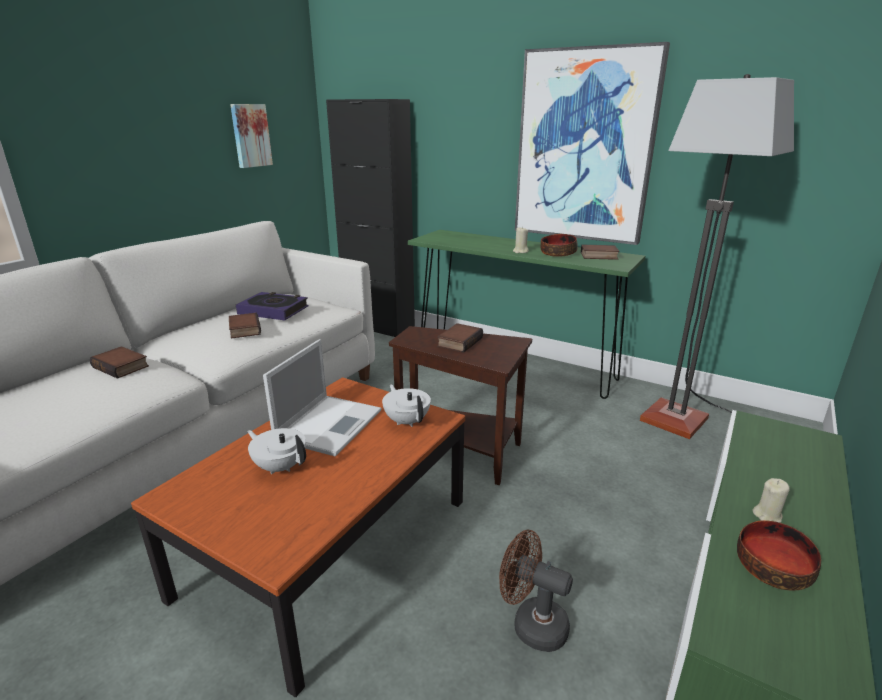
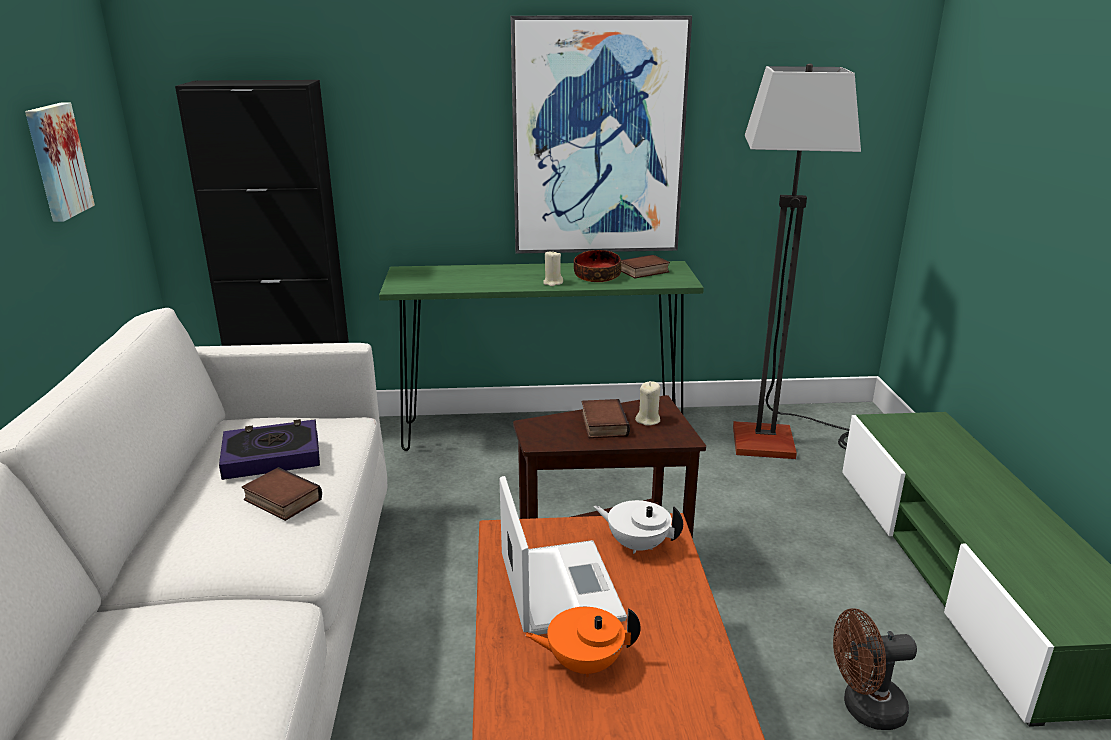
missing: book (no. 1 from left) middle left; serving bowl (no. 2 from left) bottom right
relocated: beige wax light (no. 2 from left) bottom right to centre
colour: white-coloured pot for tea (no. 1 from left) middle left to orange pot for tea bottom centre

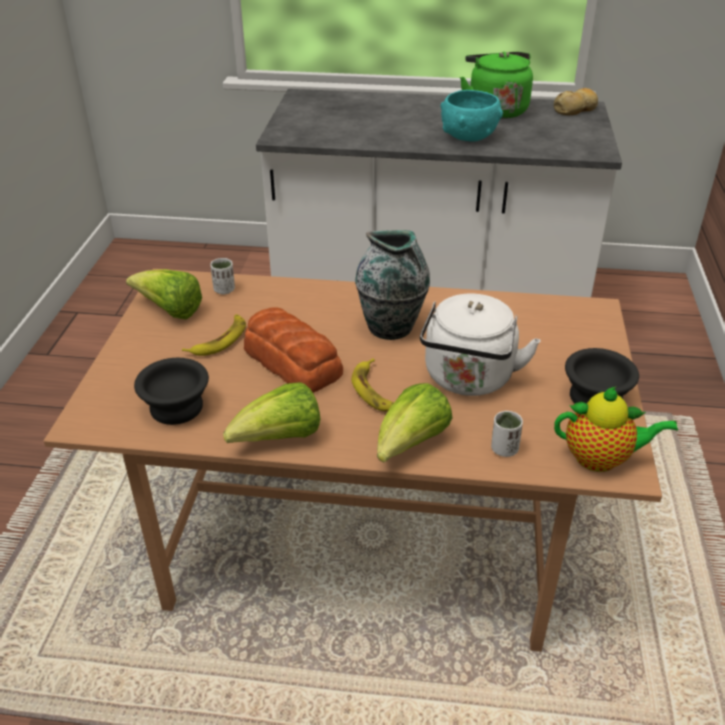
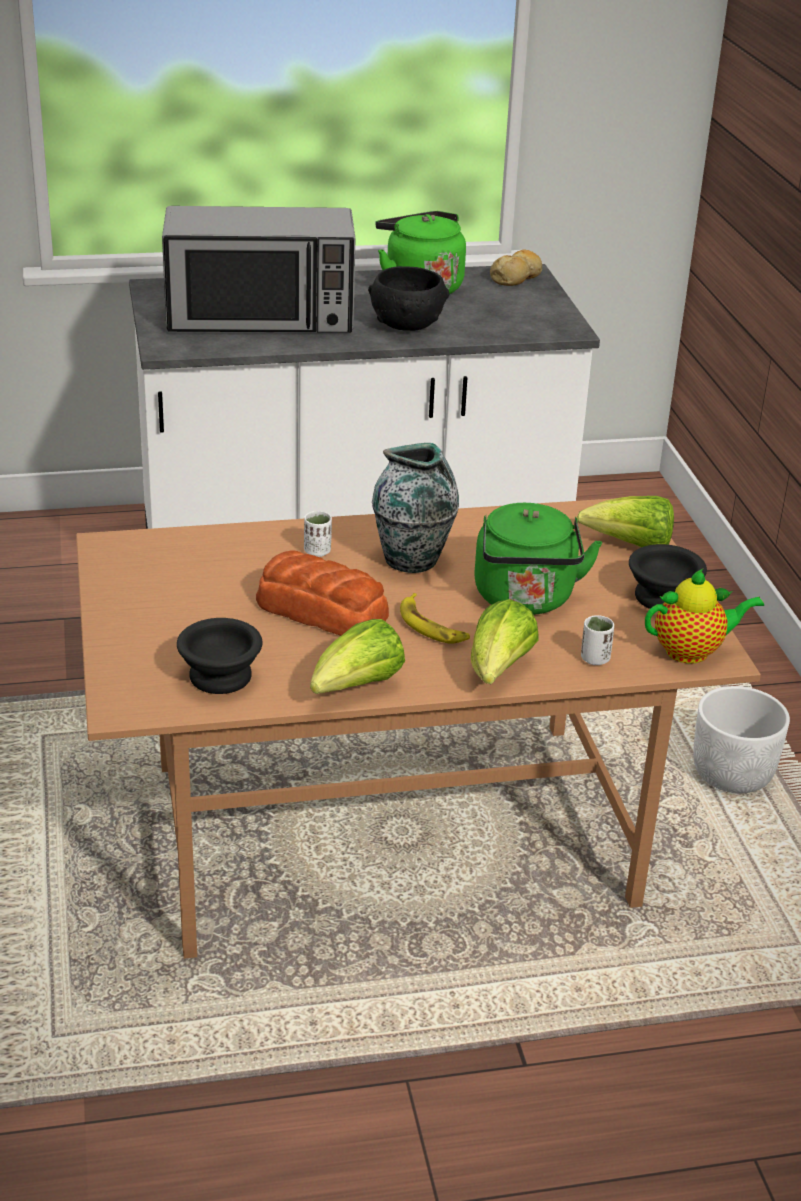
missing: banana fruit (no. 1 from left) middle left
appeared: microwave top left; white-coloured planter middle right
relocated: white-coloured drinking cup (no. 1 from left) middle left to centre; head of lettuce (no. 1 from left in the first image) middle left to head of lettuce (no. 3 from left) middle right
colour: blue-green serving bowl top centre to blackish serving bowl (no. 2 from left) top centre; white-coloured tea kettle centre to green-coloured tea kettle (no. 2 from left) middle right

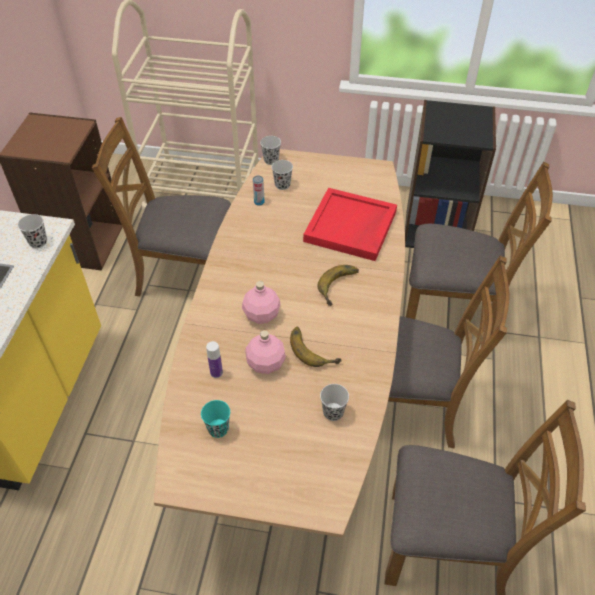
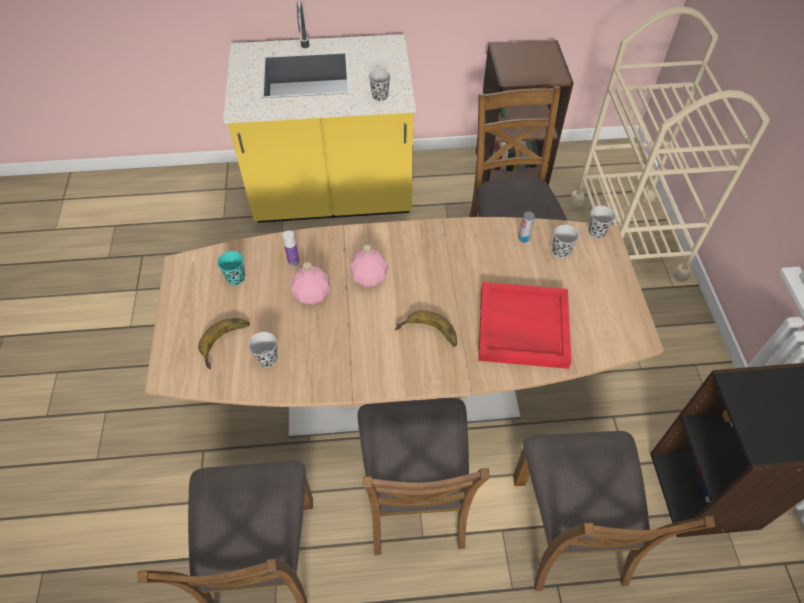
relocated: banana fruit (no. 1 from left) centre to middle left

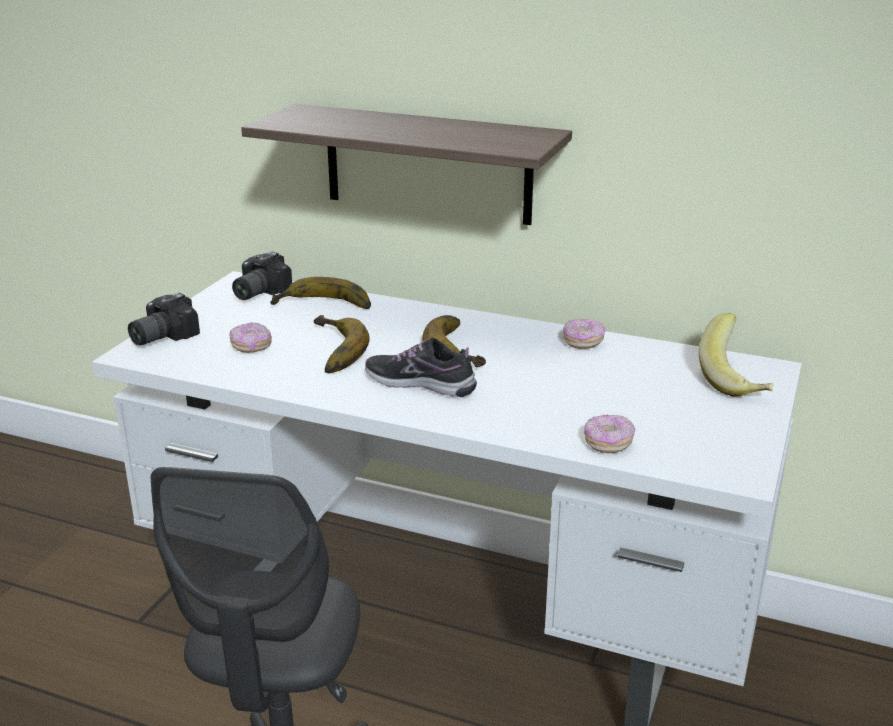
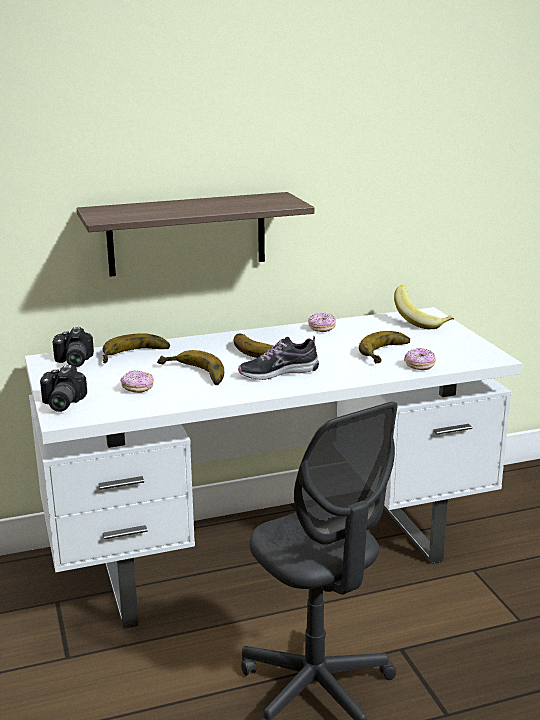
appeared: banana fruit (no. 4 from left) middle right

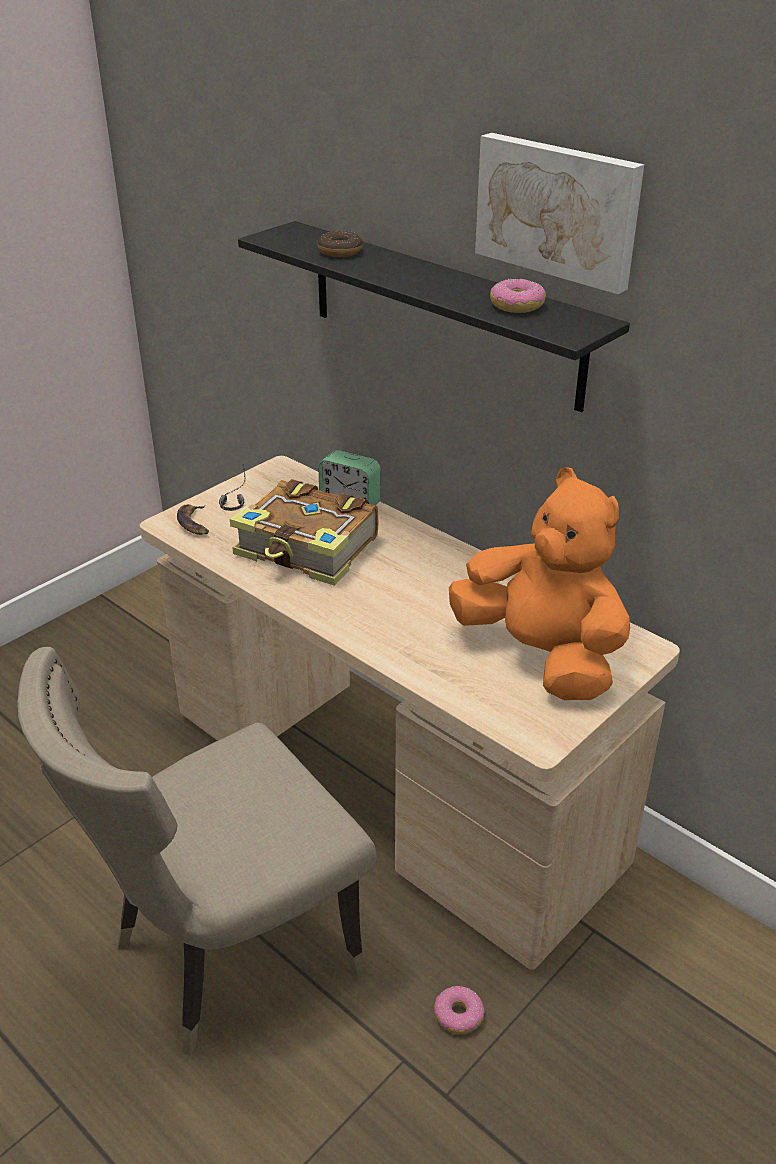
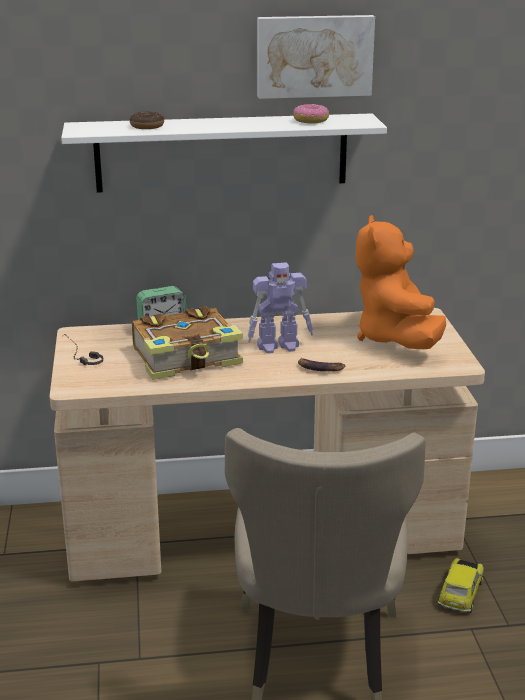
appeared: robot figure centre
relocated: banana fruit middle left to centre
exchanged: donut (no. 2 from left) bottom centre to model car bottom right
colour: blackish shelf top centre to white-coloured shelf top centre
spun: orange cuddly toy middle right = middle right 90 degrees counterclockwise

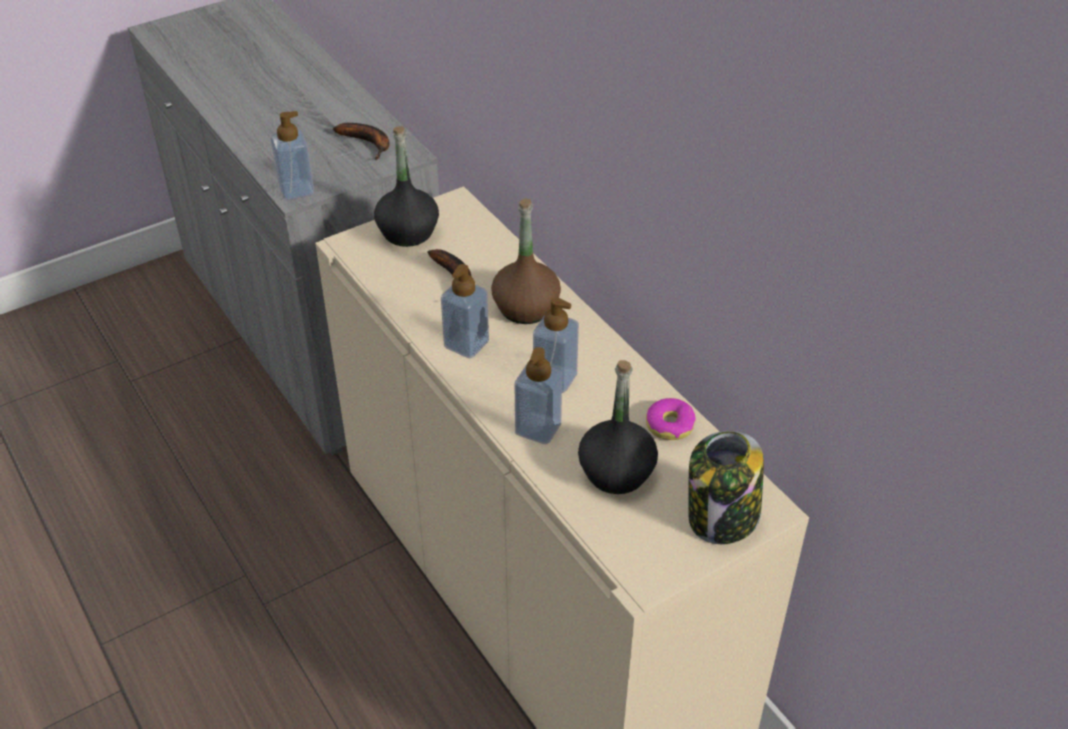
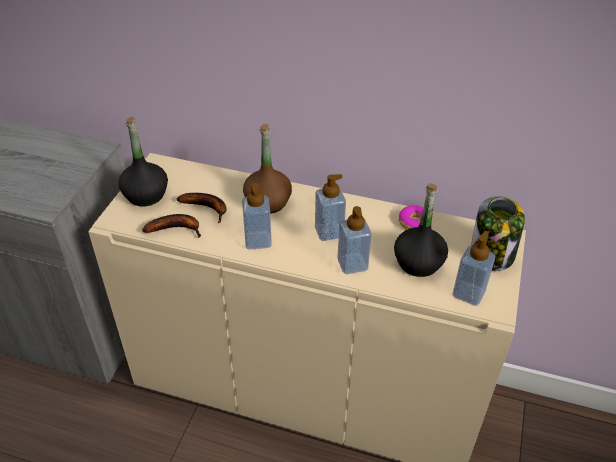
relocated: banana fruit (no. 1 from left) top centre to middle left; soap bottle (no. 1 from left in the first image) top left to soap bottle (no. 4 from left) middle right

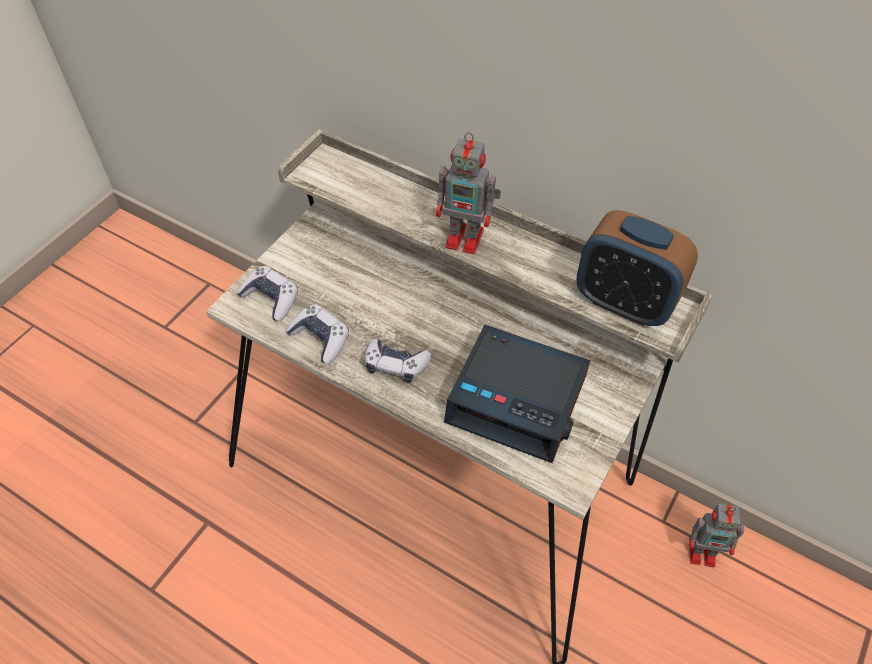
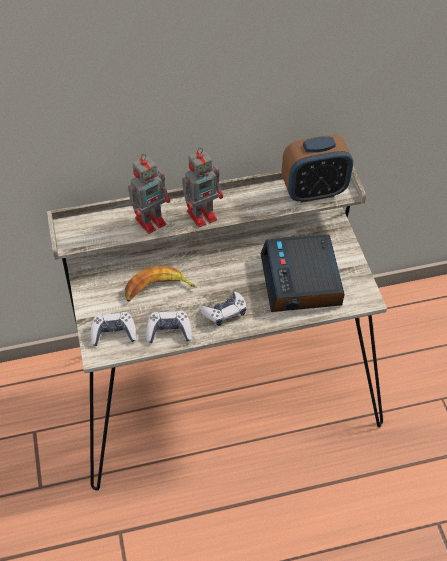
appeared: banana fruit centre
relocated: robot figure (no. 2 from left in the first image) bottom right to robot figure (no. 1 from left) centre
spun: alarm clock (no. 1 from left) centre = middle right 105 degrees clockwise

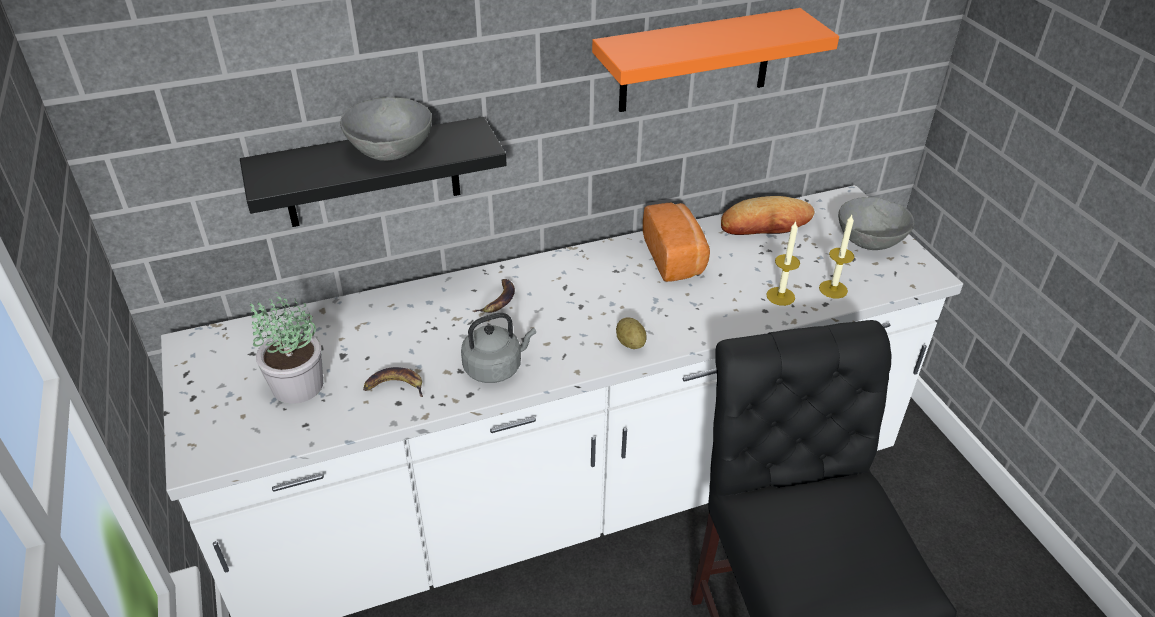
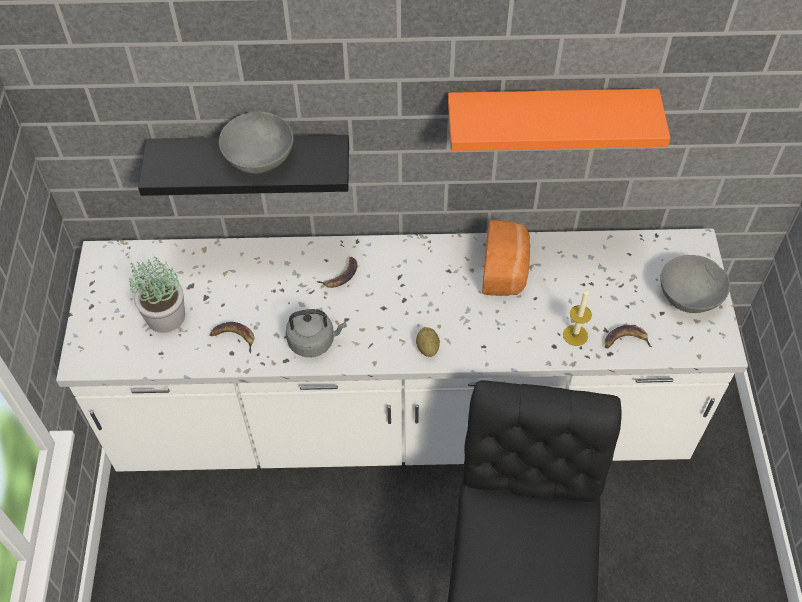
missing: bakery bread (no. 2 from left) centre
exchanged: wax light (no. 2 from left) middle right to banana fruit (no. 3 from left) middle right

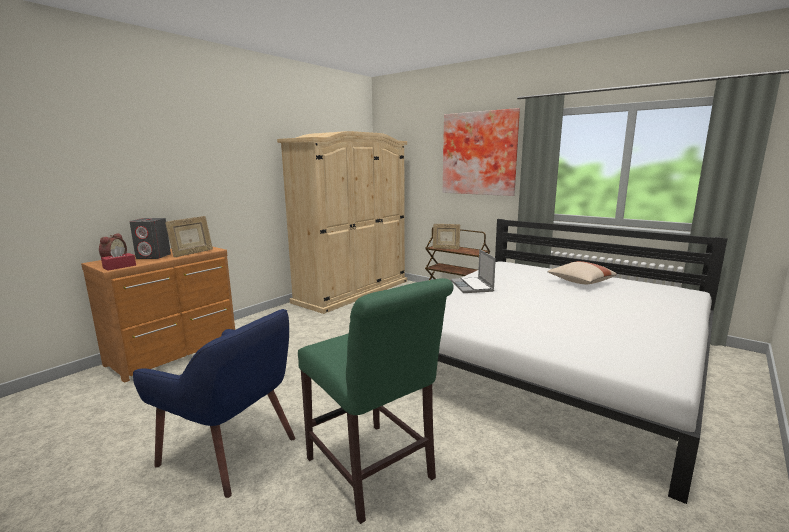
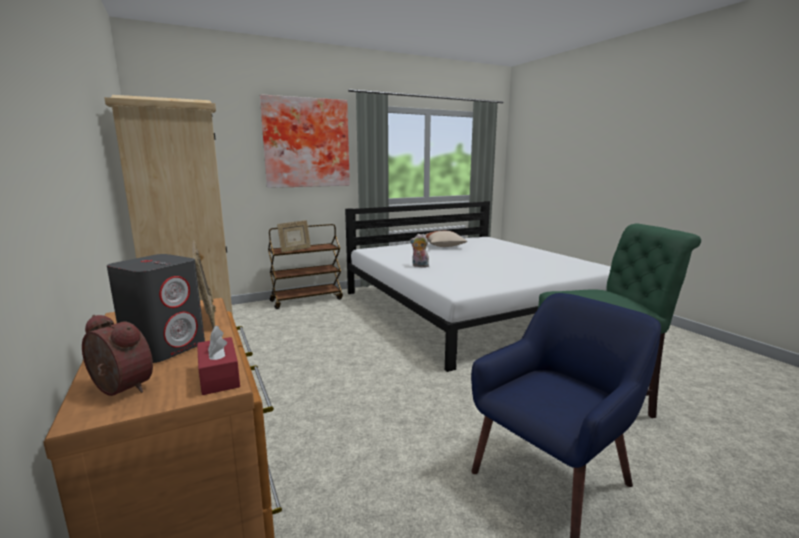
exchanged: notebook computer centre to cuddly toy centre

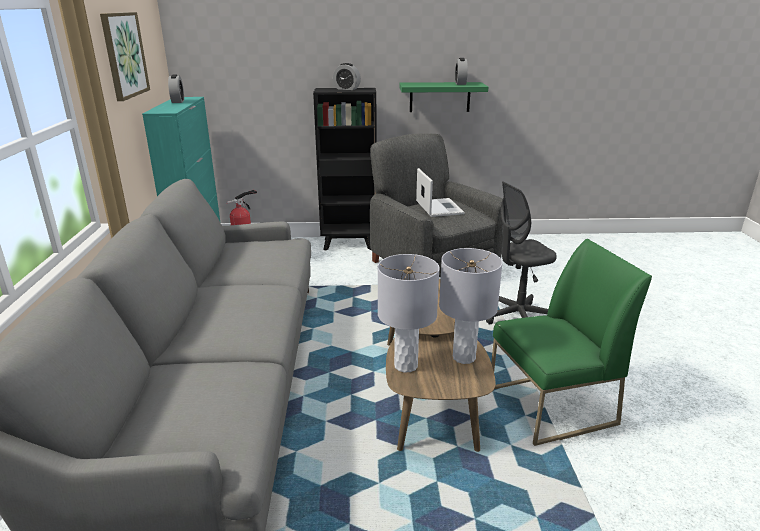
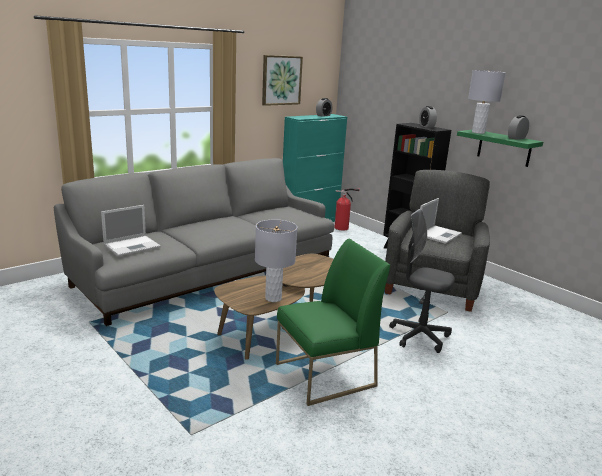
appeared: notebook computer (no. 1 from left) middle left
relocated: gray lamp for a table (no. 1 from left in the first image) centre to gray lamp for a table (no. 2 from left) top right
spun: green-coloured plain chair middle right = bottom centre 60 degrees counterclockwise

